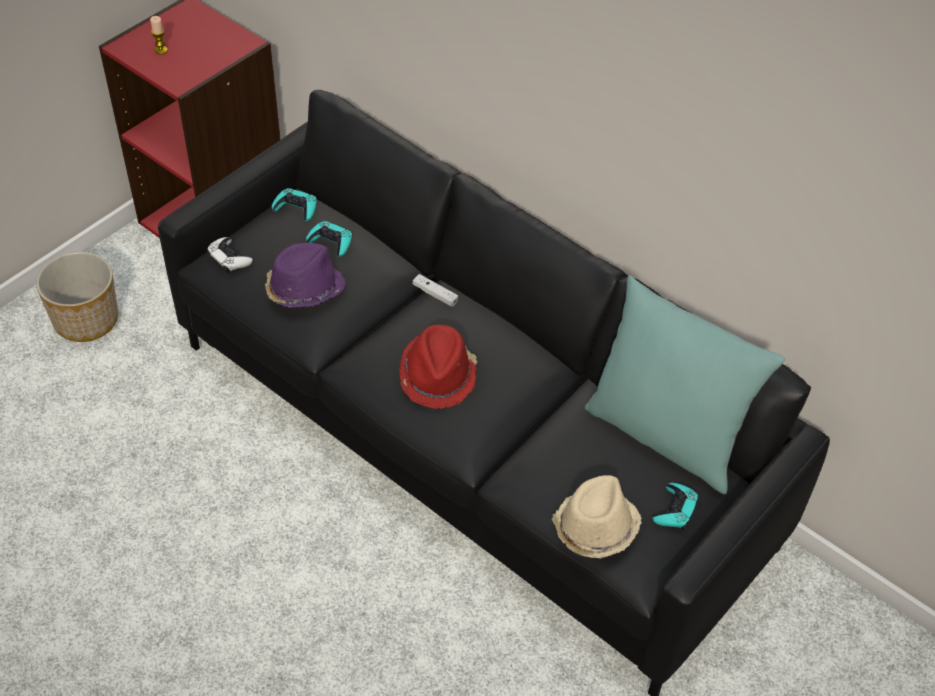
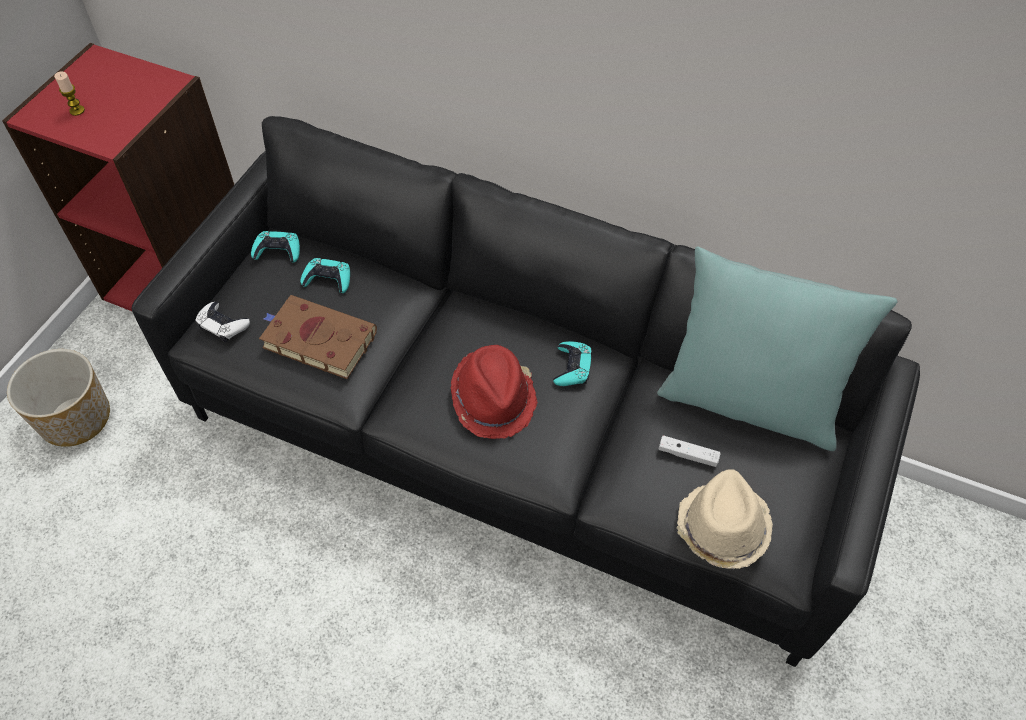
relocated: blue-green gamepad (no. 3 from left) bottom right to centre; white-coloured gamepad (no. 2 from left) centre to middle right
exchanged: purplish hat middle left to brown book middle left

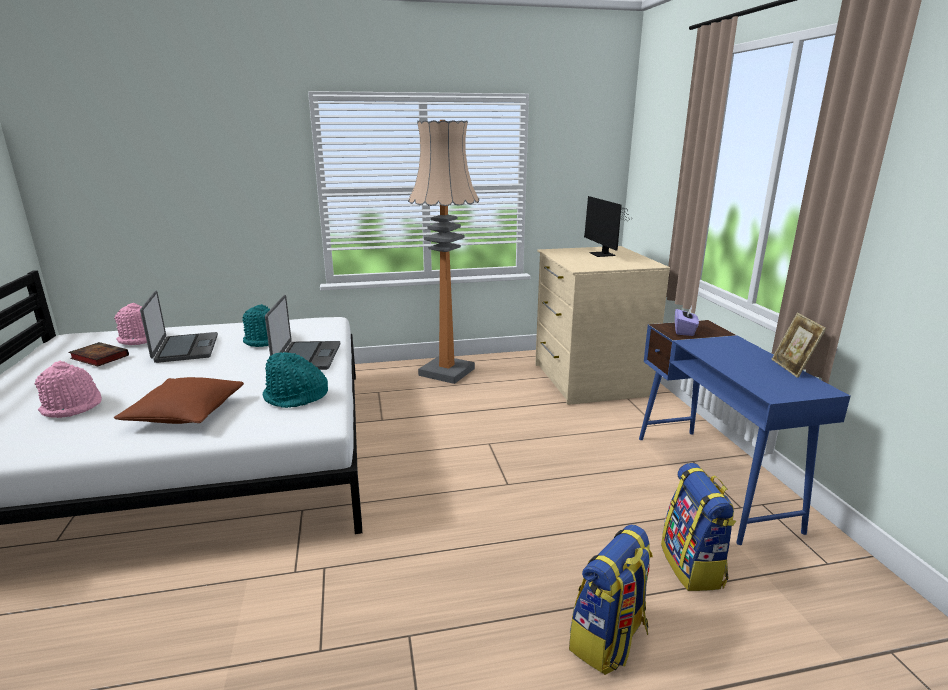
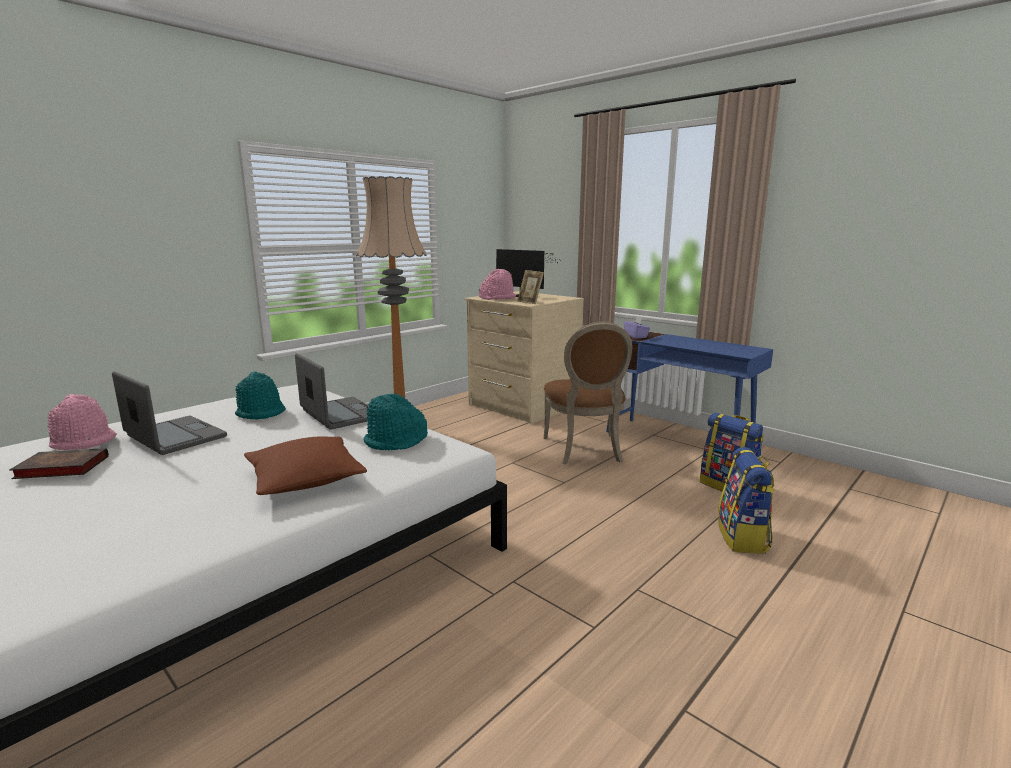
appeared: brown plain chair centre
relocated: pink-coloured hat (no. 1 from left in the first image) middle left to pink-coloured hat (no. 2 from left) centre; photo frame middle right to centre

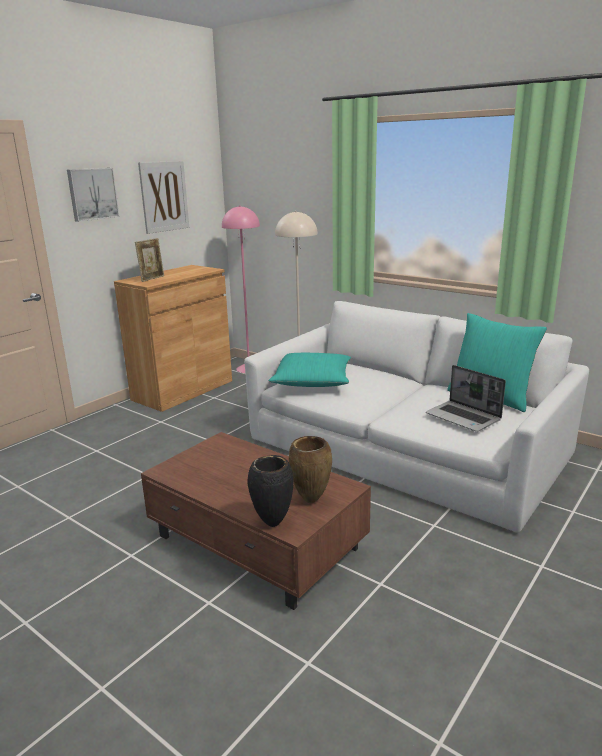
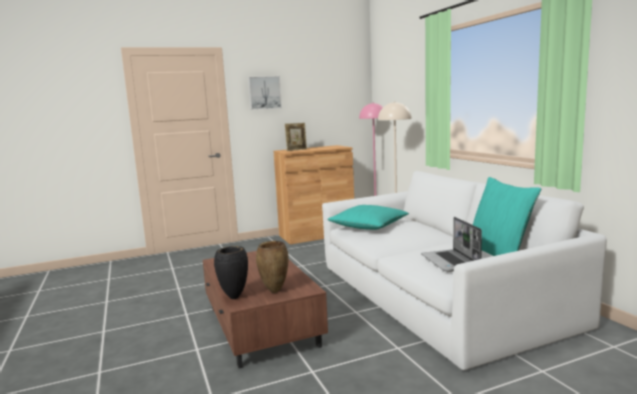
missing: picture (no. 2 from left) top left

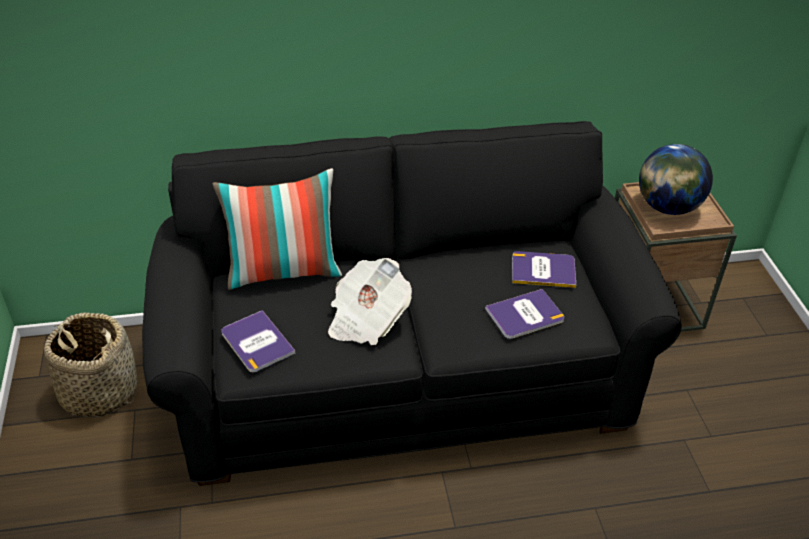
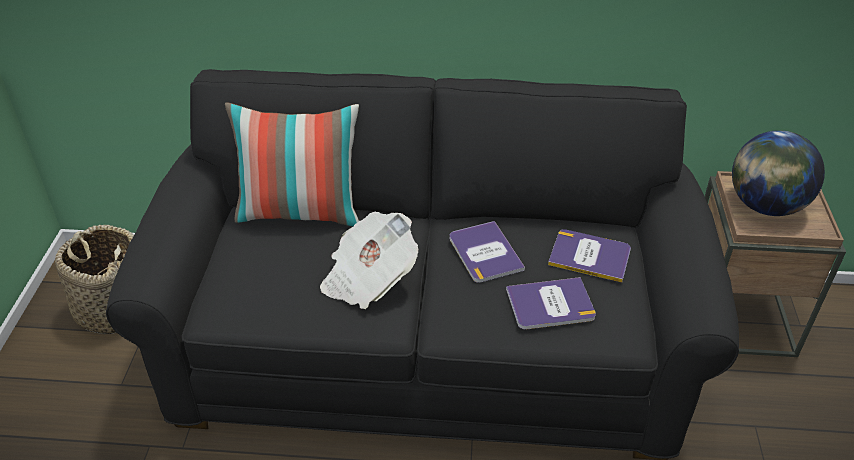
relocated: book (no. 1 from left) middle left to centre

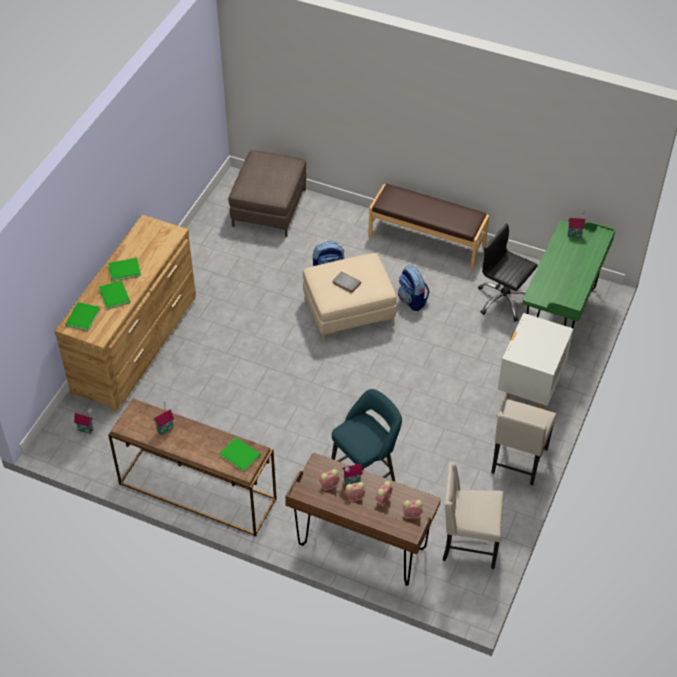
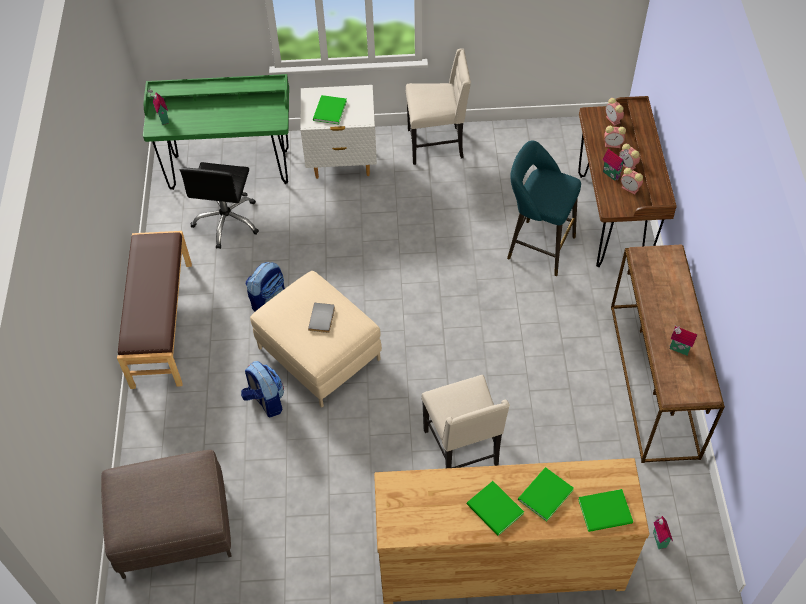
relocated: green-coloured book (no. 4 from left in the first image) bottom centre to green-coloured book (no. 1 from left) top centre; beige plain chair (no. 1 from left in the first image) bottom right to beige plain chair (no. 2 from left) bottom centre

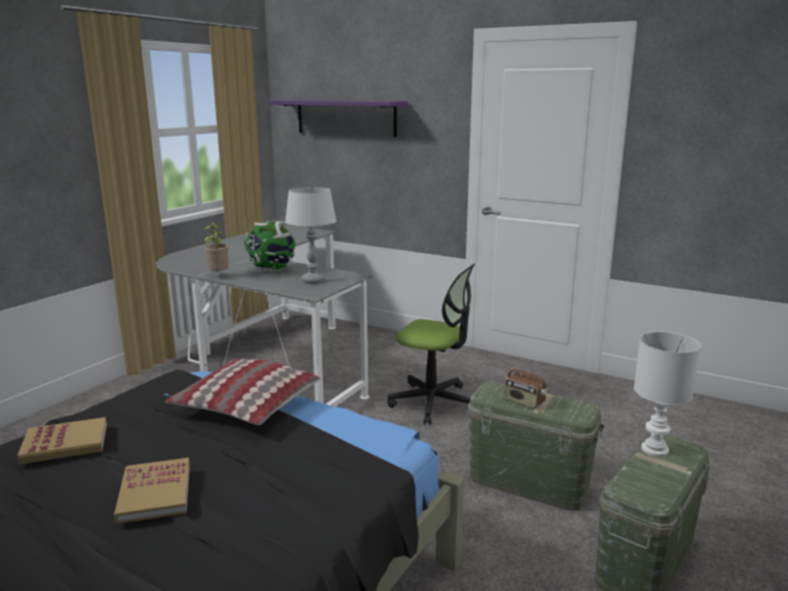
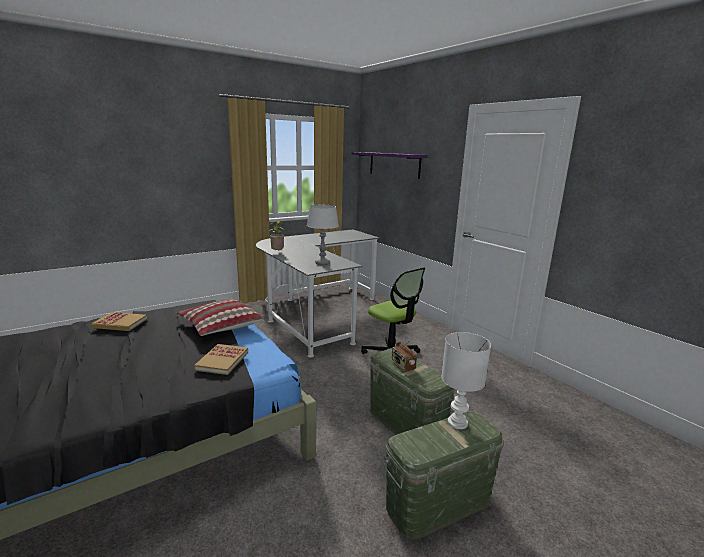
missing: globe centre
relocated: book (no. 2 from left) bottom left to middle left

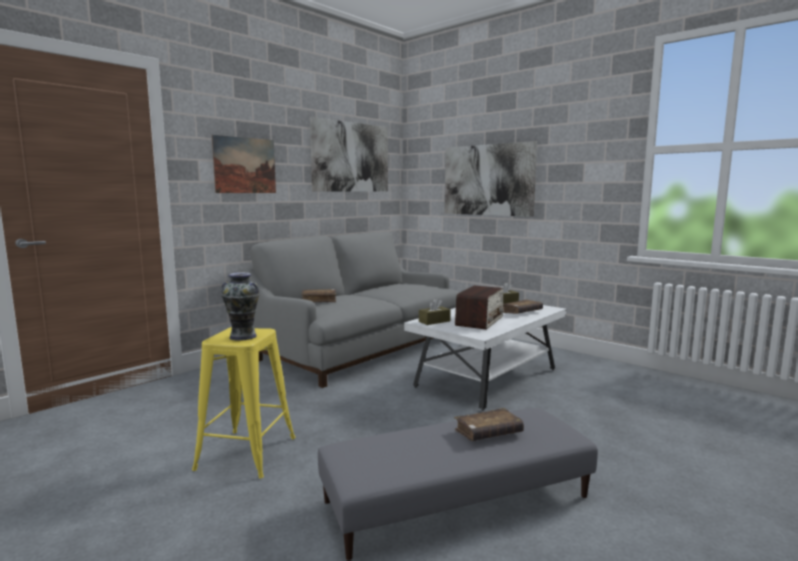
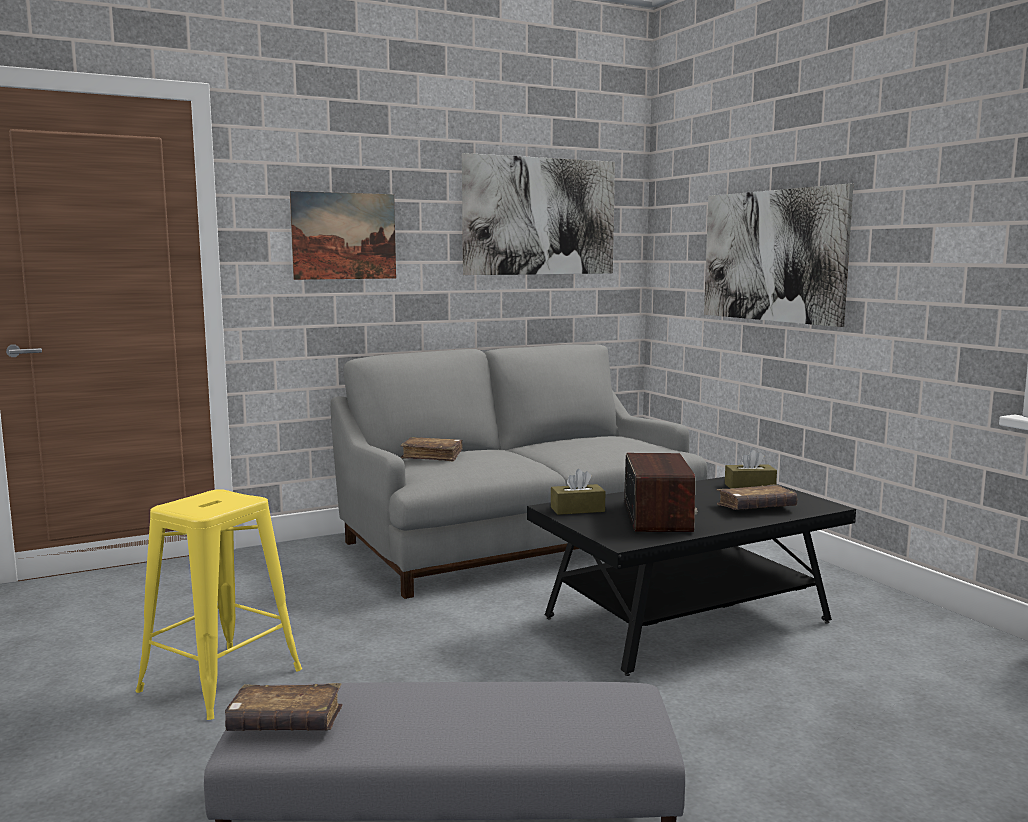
missing: decorative vase middle left
relocated: brown book (no. 2 from left in the first image) bottom centre to brown book (no. 1 from left) bottom left
colour: white-coloured lounge table centre to blackish lounge table bottom right
spun: radio set centre = centre 45 degrees counterclockwise

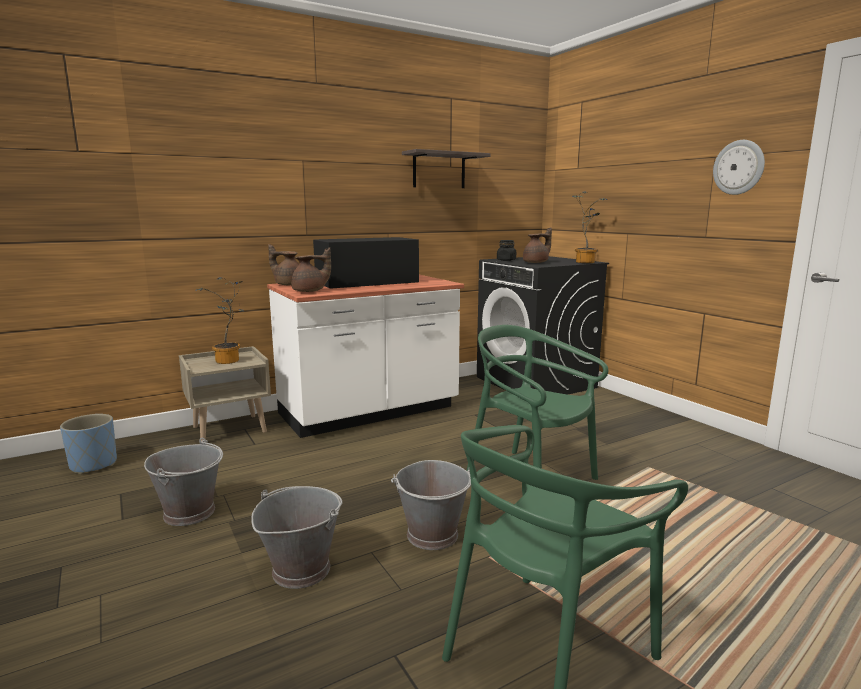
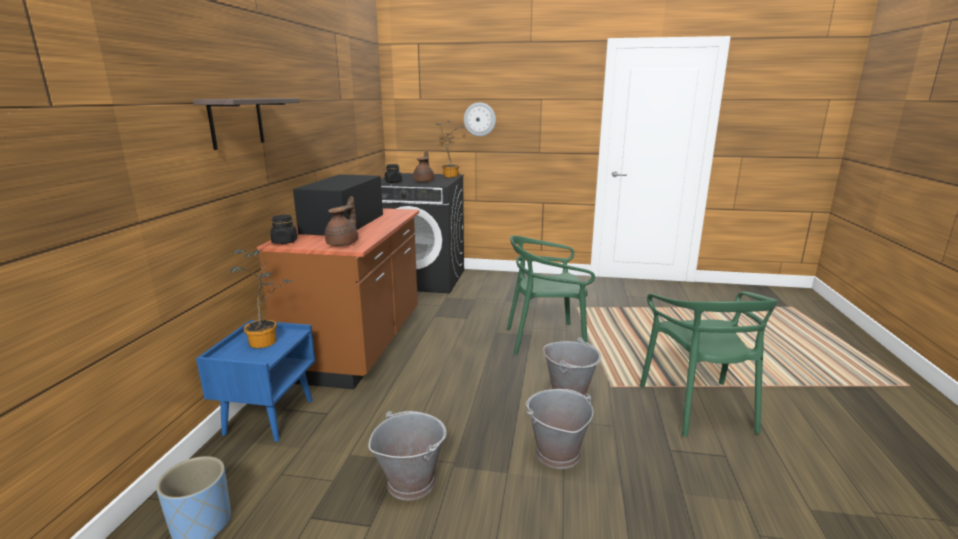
relocated: shelf top centre to top left; hanging clock top right to top centre
exchanged: brown pot for tea (no. 1 from left) middle left to blackish preserve jar (no. 1 from left) middle left
colour: beige bedside table middle left to blue bedside table bottom left; white-coloured kitchen base unit centre to brown kitchen base unit centre

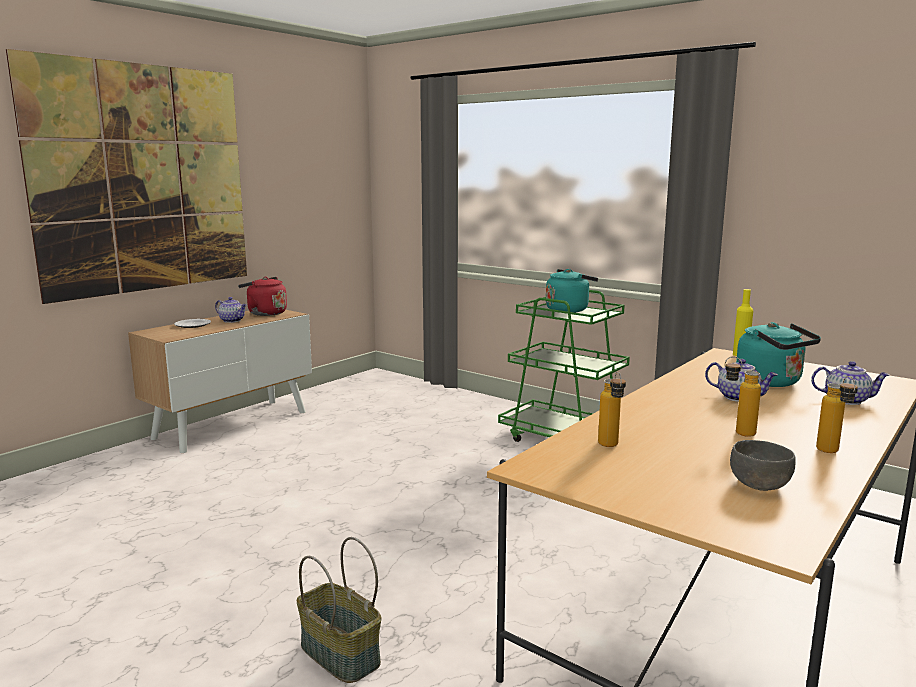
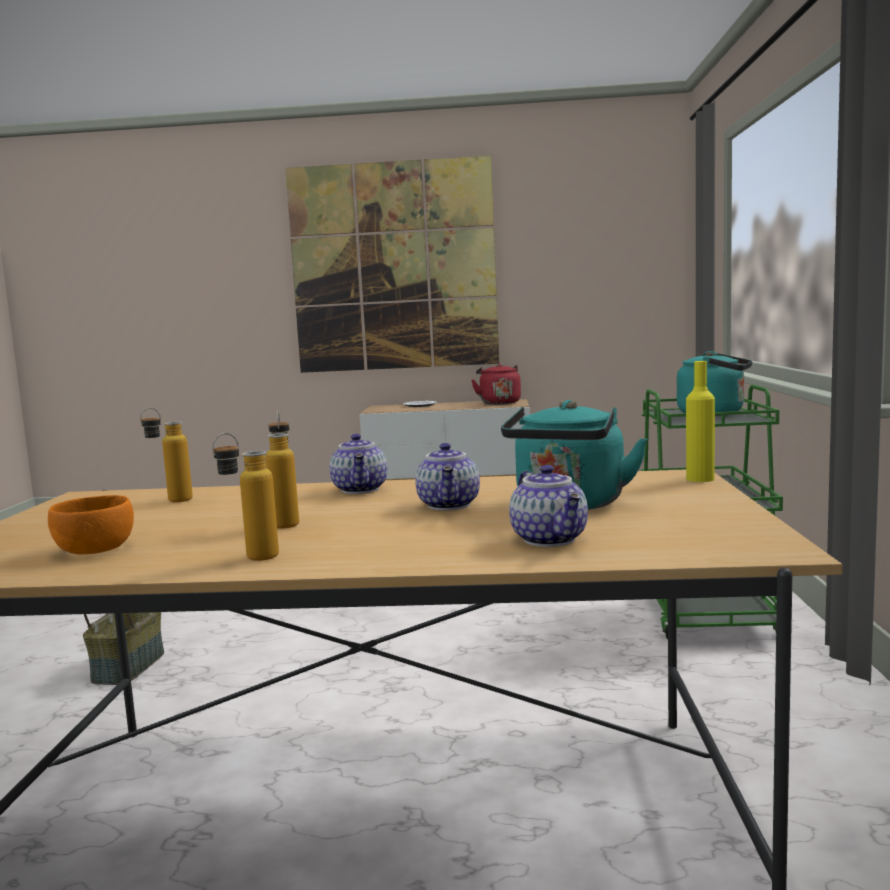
relocated: pot for tea (no. 1 from left) middle left to centre
colour: gray serving bowl bottom right to orange serving bowl middle left

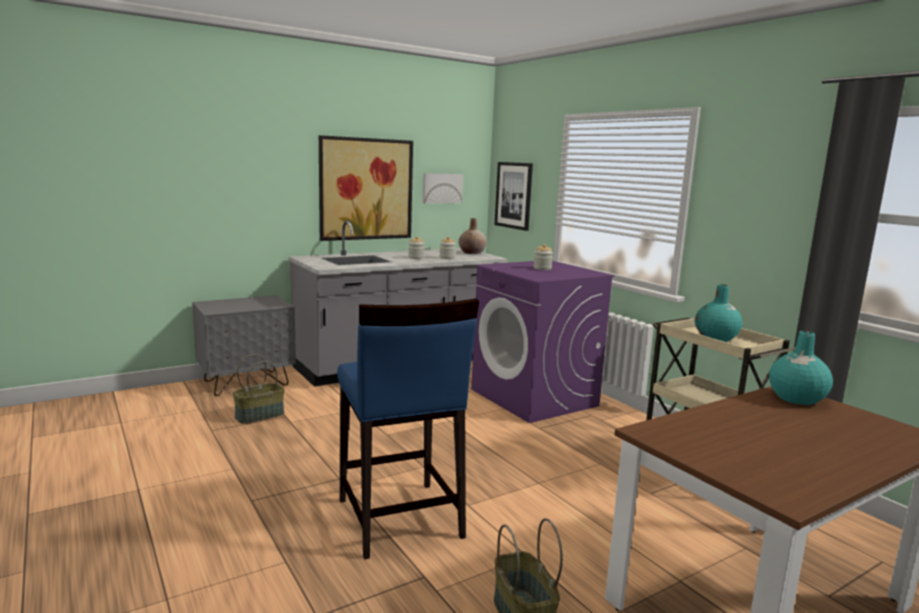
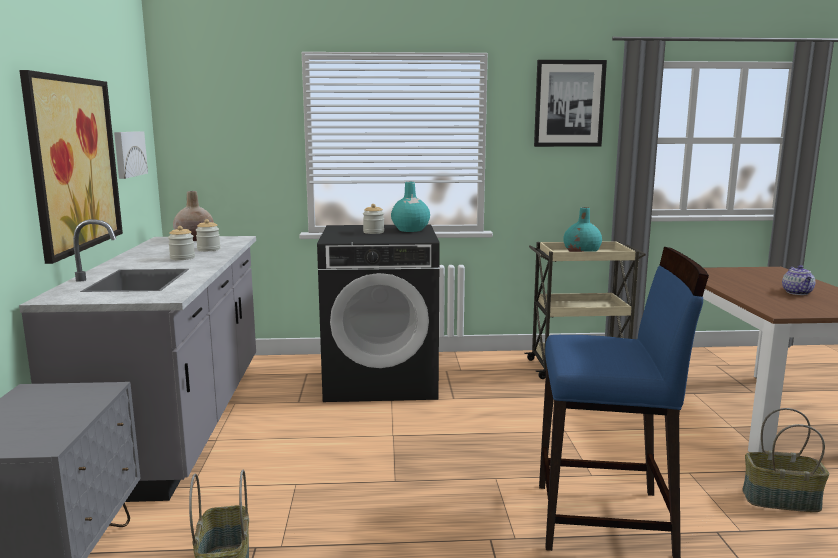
appeared: pot for tea middle right
relocated: blue-green decorative vase (no. 2 from left in the first image) middle right to blue-green decorative vase (no. 1 from left) centre; picture (no. 3 from left) top centre to top right
colour: purplish laundry machine centre to blackish laundry machine centre

